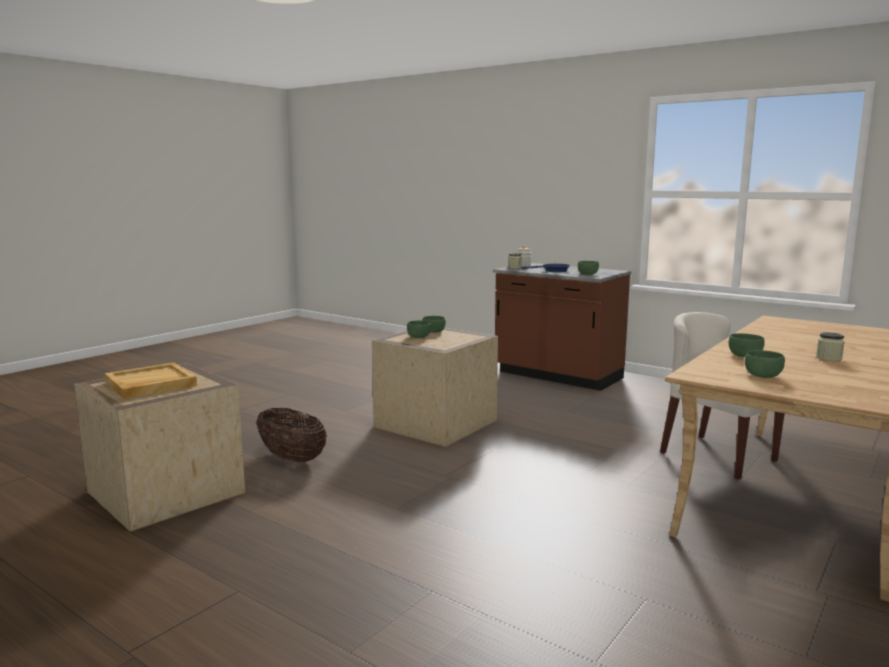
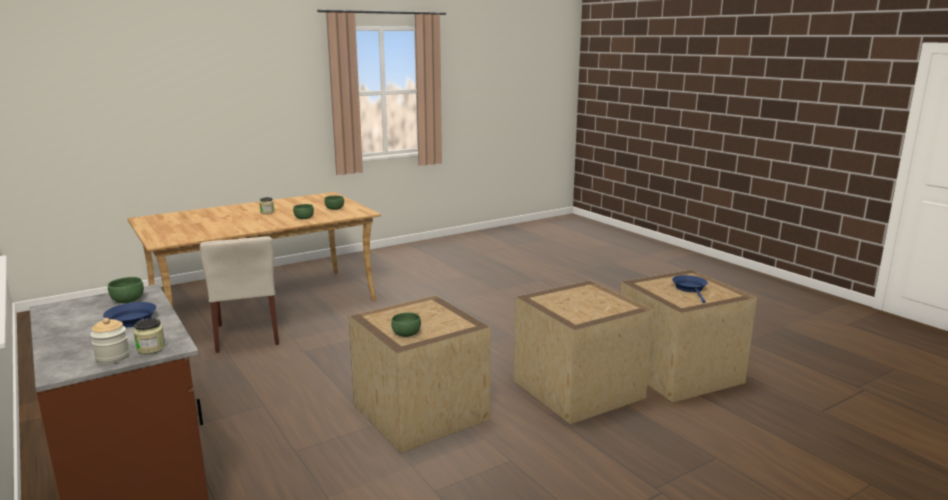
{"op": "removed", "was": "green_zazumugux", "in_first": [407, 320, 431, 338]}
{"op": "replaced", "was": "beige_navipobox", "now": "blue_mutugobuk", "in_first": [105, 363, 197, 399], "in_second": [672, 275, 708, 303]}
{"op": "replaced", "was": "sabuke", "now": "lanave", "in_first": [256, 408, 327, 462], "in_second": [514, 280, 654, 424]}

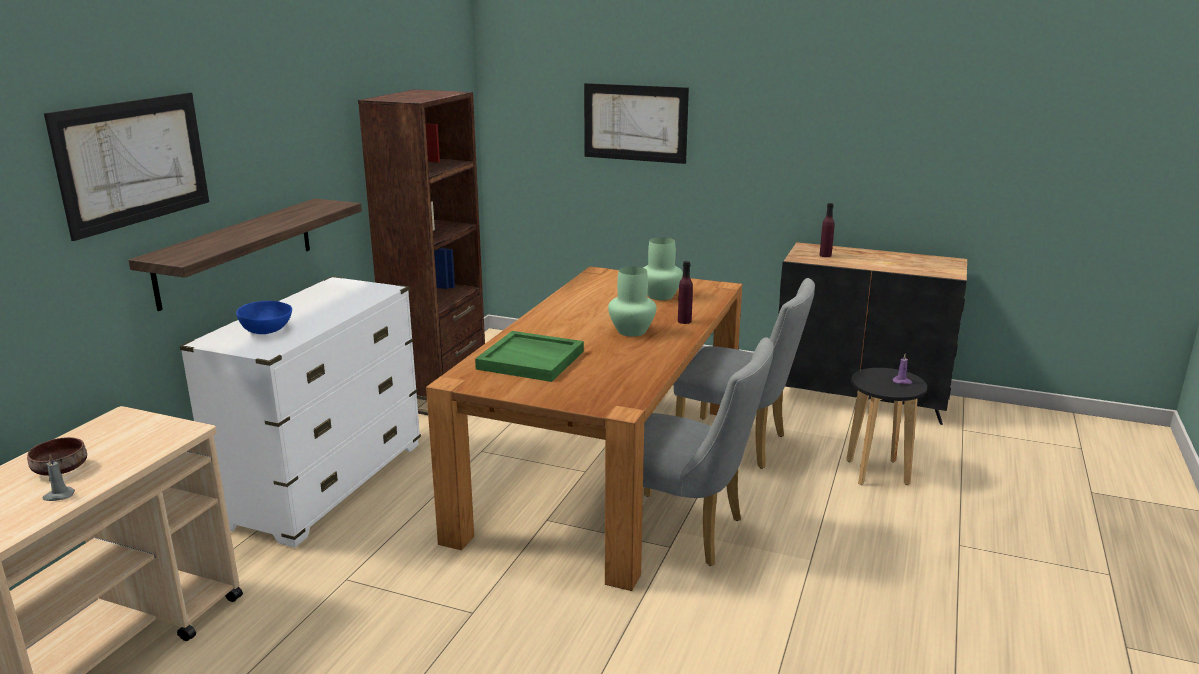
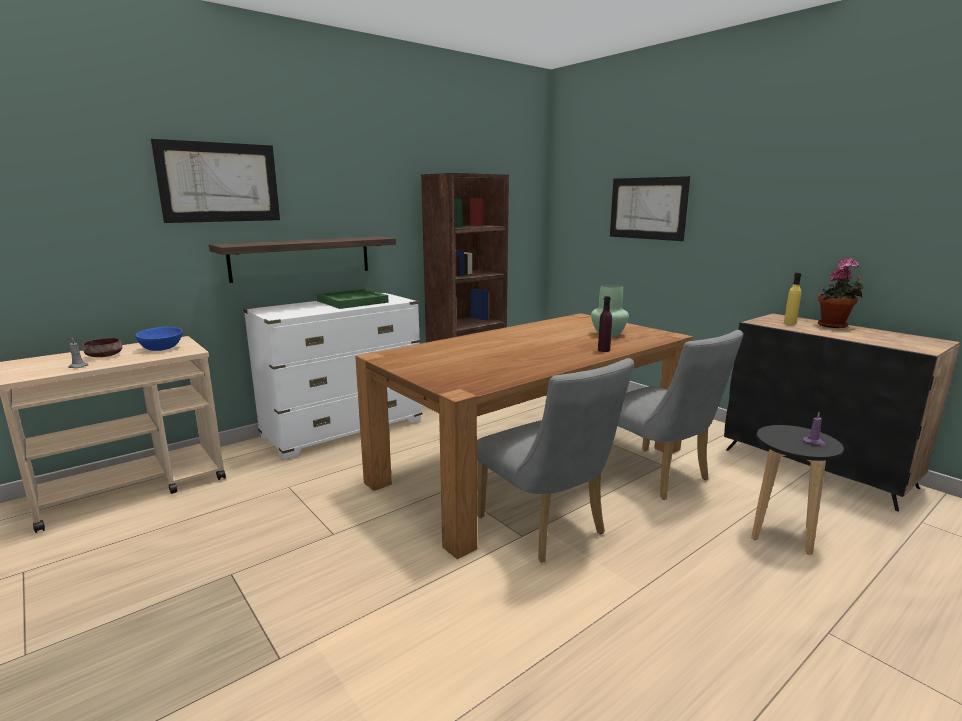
{"op": "removed", "was": "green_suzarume", "in_first": [608, 266, 656, 337]}
{"op": "added", "now": "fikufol", "in_second": [818, 257, 864, 328]}
{"op": "moved", "was": "blue_zazumugux", "in_first": [236, 301, 292, 334], "in_second": [136, 327, 183, 351]}
{"op": "moved", "was": "green_navipobox", "in_first": [475, 331, 584, 382], "in_second": [317, 289, 389, 309]}
{"op": "recoloured", "was": "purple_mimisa", "now": "yellow_mimisa", "in_first": [820, 203, 835, 257], "in_second": [784, 273, 801, 325]}

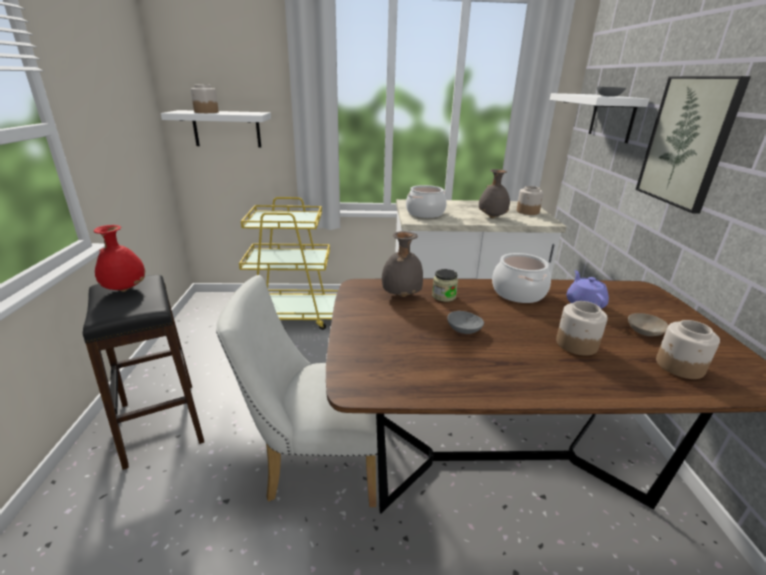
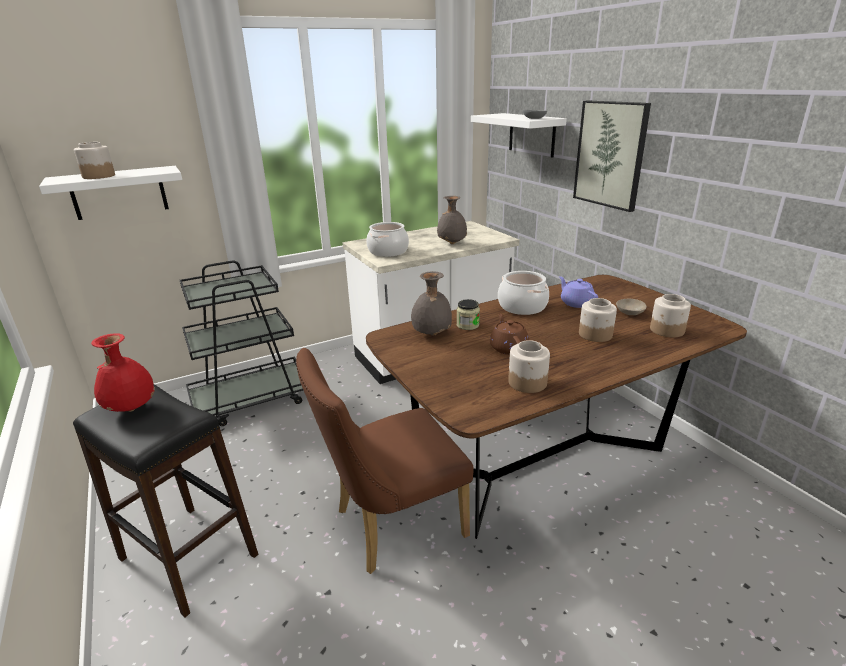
{"op": "moved", "was": "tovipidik", "in_first": [517, 186, 543, 215], "in_second": [508, 340, 550, 393]}
{"op": "replaced", "was": "grey_zazumugux", "now": "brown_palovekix", "in_first": [447, 311, 484, 334], "in_second": [490, 314, 529, 355]}
{"op": "recoloured", "was": "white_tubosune", "now": "brown_tubosune", "in_first": [216, 275, 378, 507], "in_second": [296, 348, 474, 574]}
{"op": "recoloured", "was": "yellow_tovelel", "now": "black_tovelel", "in_first": [239, 197, 338, 330], "in_second": [180, 260, 303, 426]}

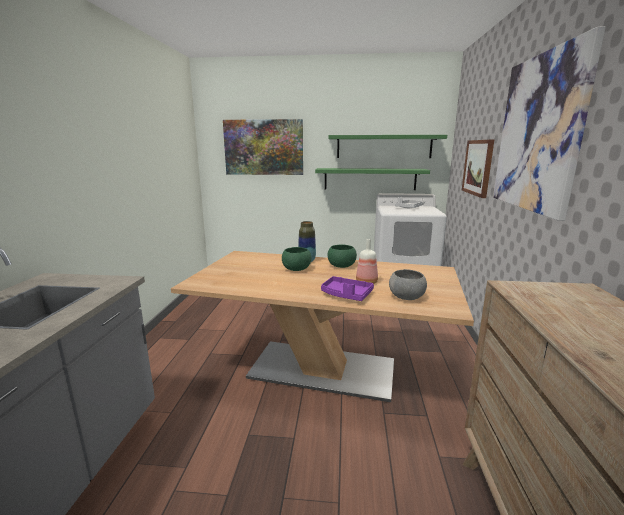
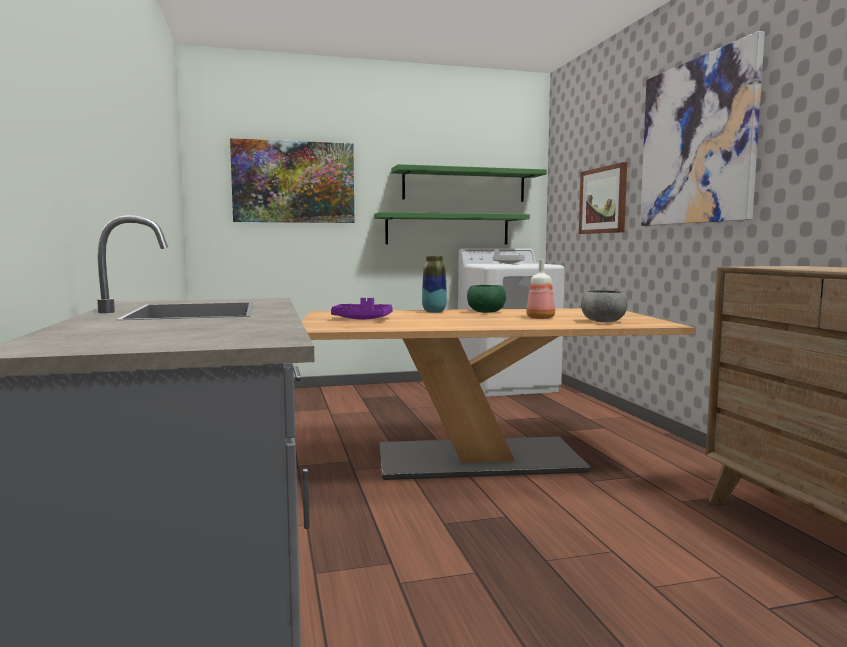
{"op": "removed", "was": "green_zazumugux", "in_first": [282, 247, 312, 271]}
{"op": "moved", "was": "purple_navipobox", "in_first": [321, 276, 374, 301], "in_second": [331, 298, 393, 320]}

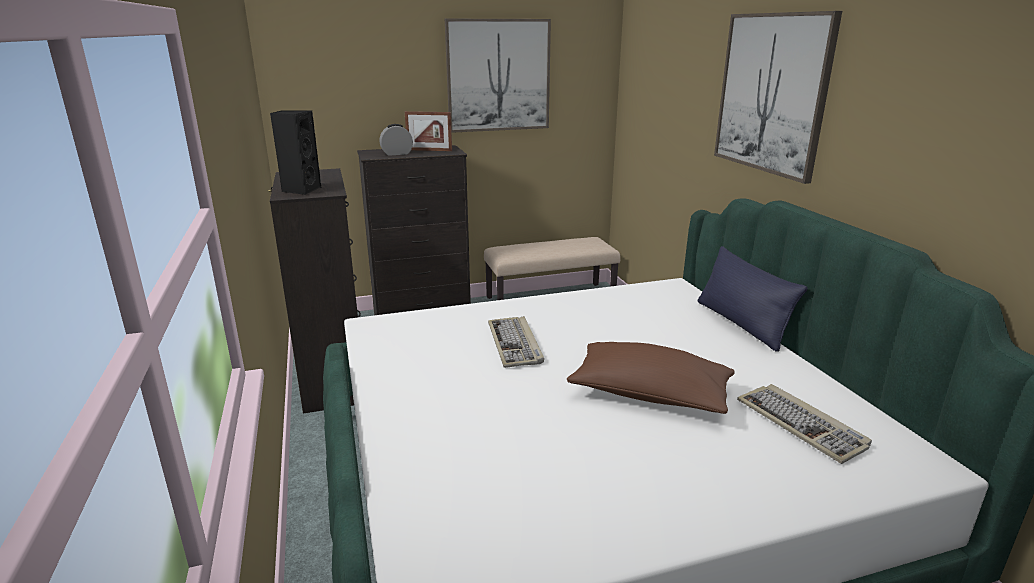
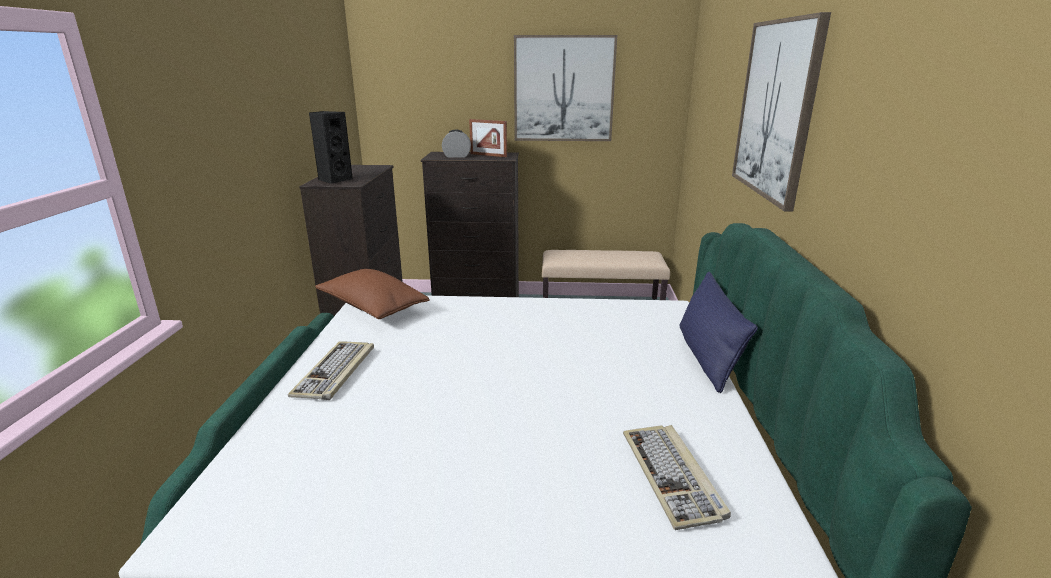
{"op": "moved", "was": "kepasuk", "in_first": [488, 316, 544, 368], "in_second": [288, 341, 374, 400]}
{"op": "moved", "was": "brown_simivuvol", "in_first": [567, 342, 735, 414], "in_second": [315, 269, 430, 319]}

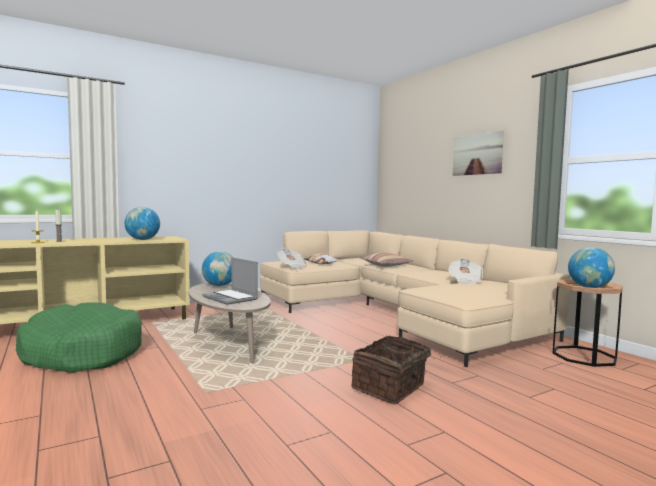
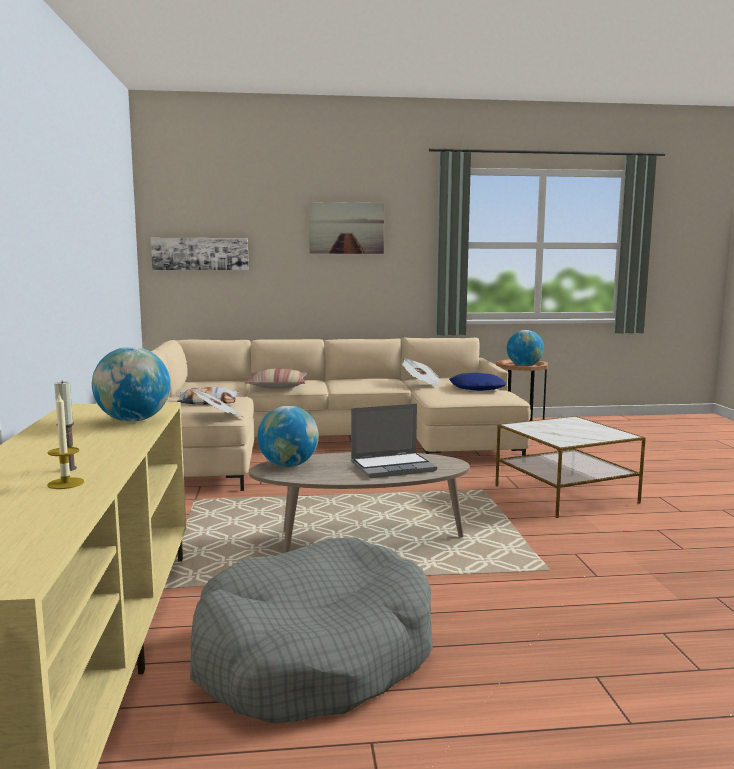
{"op": "added", "now": "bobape", "in_second": [151, 238, 249, 270]}
{"op": "added", "now": "blue_simivuvol", "in_second": [449, 373, 507, 391]}
{"op": "replaced", "was": "sabuke", "now": "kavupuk", "in_first": [351, 336, 441, 405], "in_second": [495, 416, 645, 518]}
{"op": "recoloured", "was": "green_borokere", "now": "grey_borokere", "in_first": [16, 302, 142, 373], "in_second": [190, 537, 433, 723]}

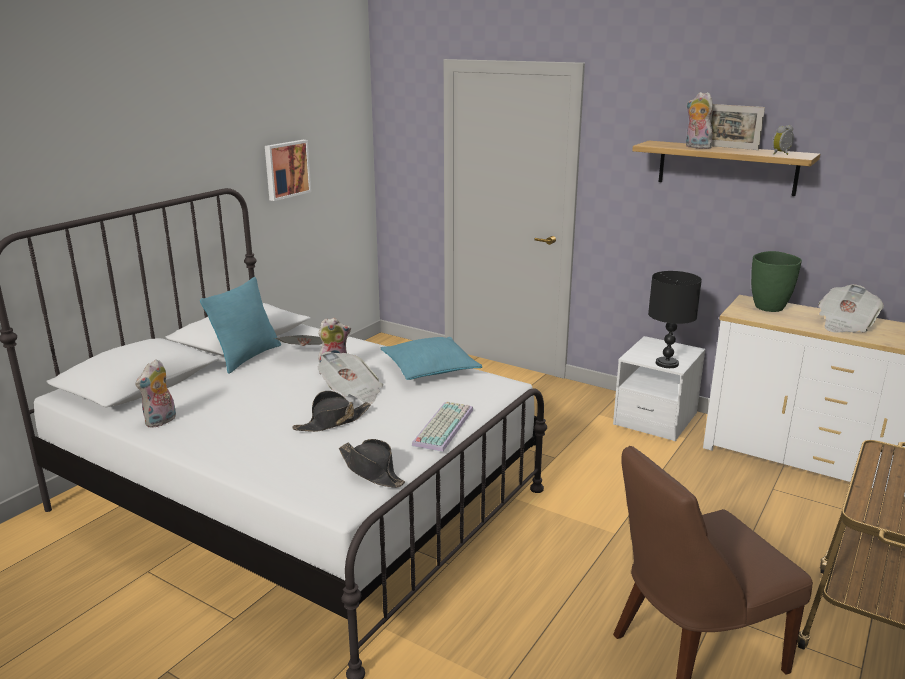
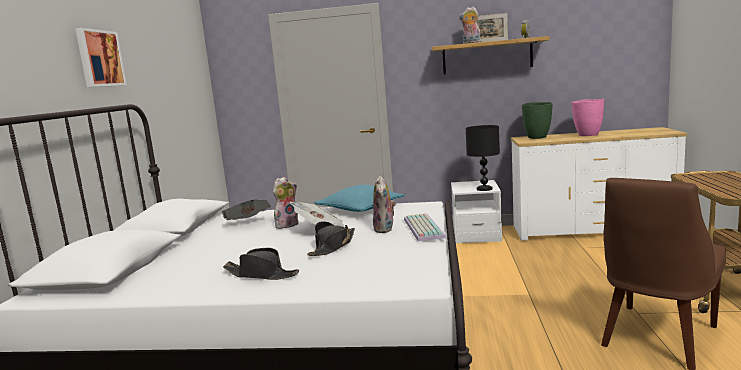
{"op": "removed", "was": "turquoise_simivuvol", "in_first": [200, 277, 281, 374]}
{"op": "moved", "was": "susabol", "in_first": [135, 359, 176, 428], "in_second": [373, 176, 396, 233]}
{"op": "moved", "was": "bobape", "in_first": [265, 140, 311, 201], "in_second": [75, 28, 127, 87]}
{"op": "moved", "was": "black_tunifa", "in_first": [339, 439, 405, 488], "in_second": [223, 248, 299, 280]}
{"op": "replaced", "was": "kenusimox", "now": "pink_suzarume", "in_first": [818, 284, 884, 333], "in_second": [572, 99, 604, 136]}

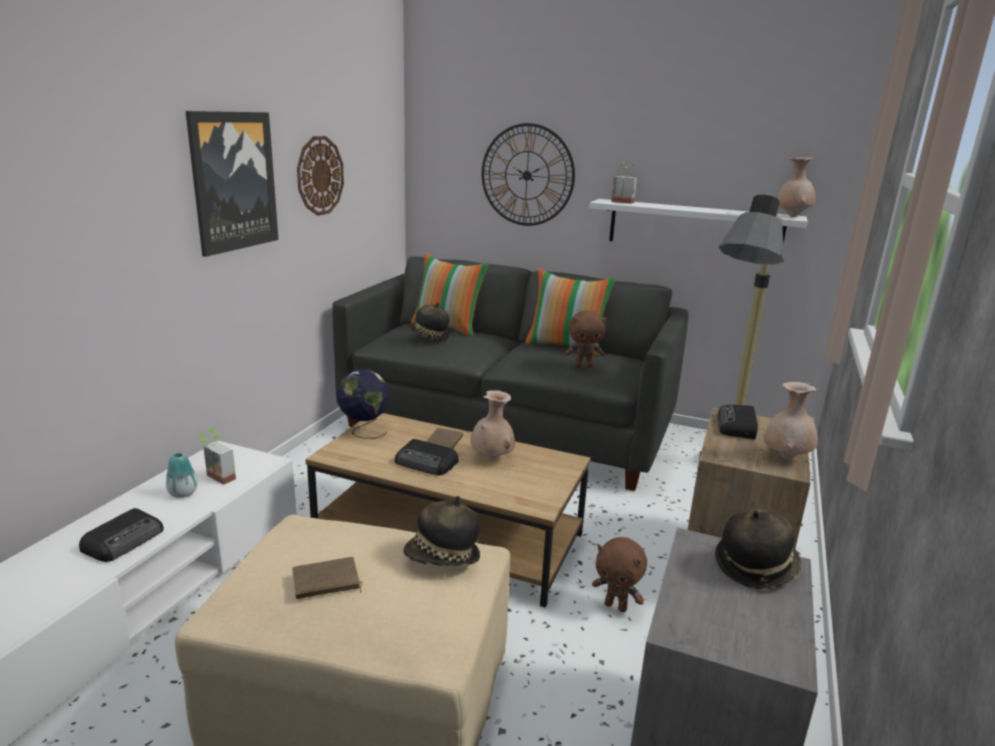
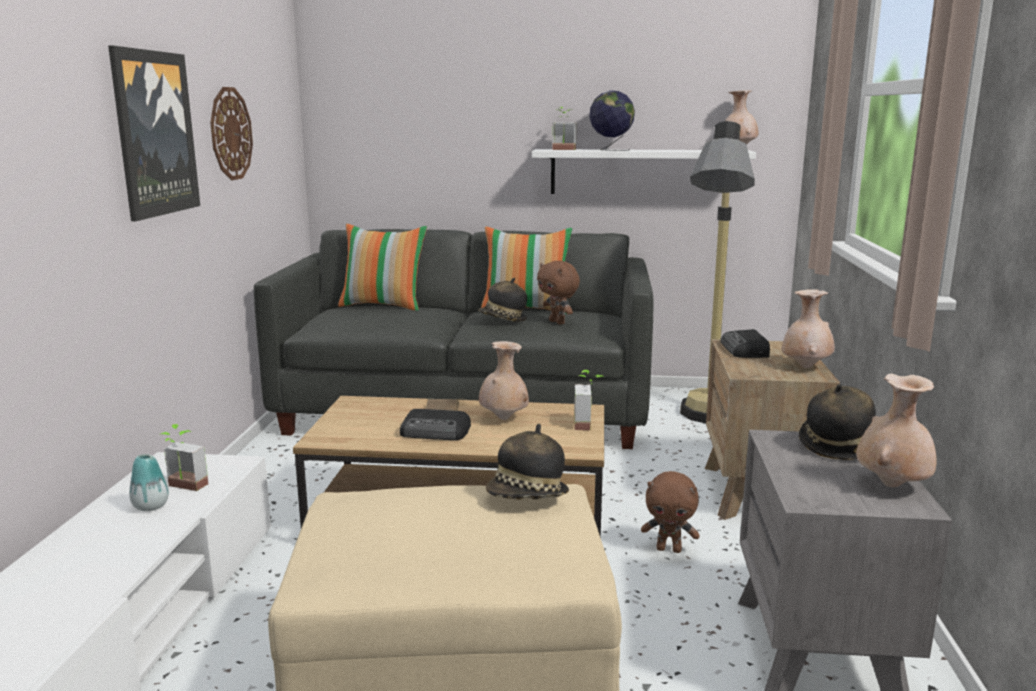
{"op": "removed", "was": "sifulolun", "in_first": [79, 508, 164, 562]}
{"op": "removed", "was": "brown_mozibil", "in_first": [292, 557, 363, 599]}
{"op": "removed", "was": "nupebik", "in_first": [481, 123, 575, 226]}
{"op": "added", "now": "fikufol", "in_second": [574, 370, 605, 430]}
{"op": "added", "now": "beige_suzarume", "in_second": [856, 374, 936, 487]}
{"op": "moved", "was": "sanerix", "in_first": [337, 369, 390, 439], "in_second": [589, 90, 635, 151]}
{"op": "moved", "was": "tunifa", "in_first": [408, 303, 449, 340], "in_second": [478, 278, 527, 321]}
{"op": "turned", "was": "brown_susabol", "in_first": [565, 311, 606, 367], "in_second": [537, 261, 580, 325], "clockwise": 75}

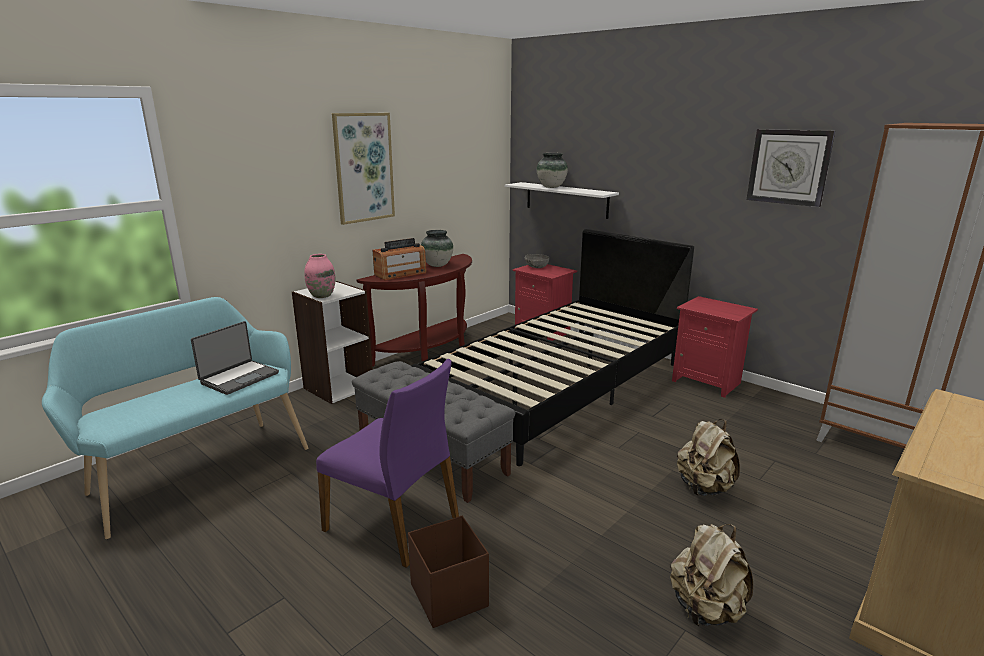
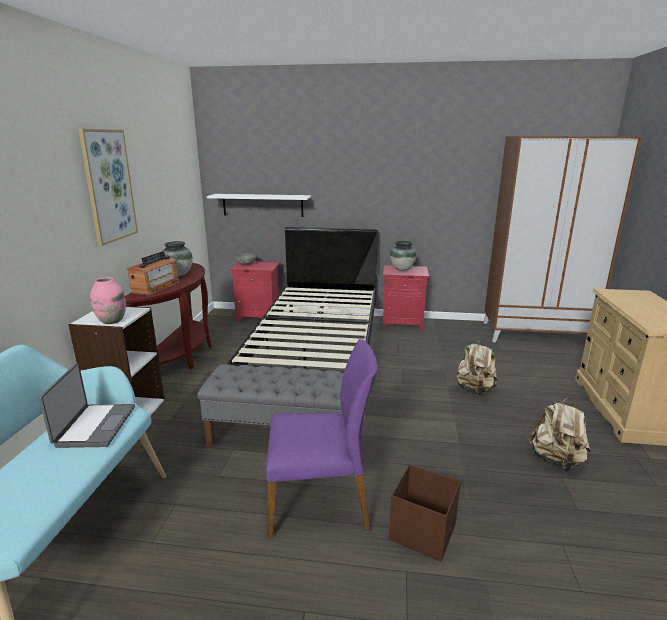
{"op": "removed", "was": "nupebik", "in_first": [747, 129, 835, 207]}
{"op": "moved", "was": "suzarume", "in_first": [537, 153, 568, 188], "in_second": [390, 241, 417, 271]}

